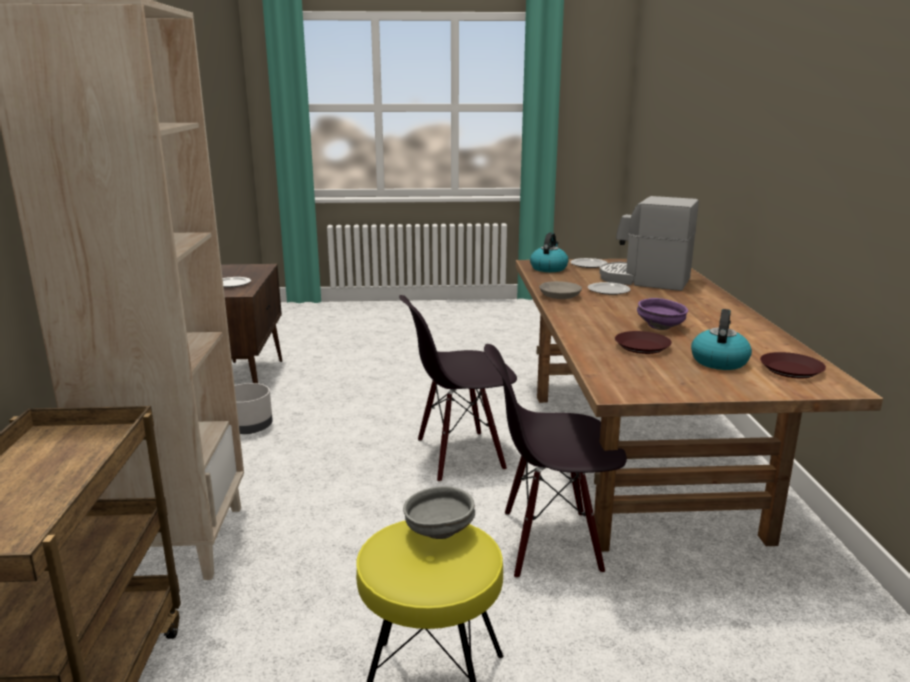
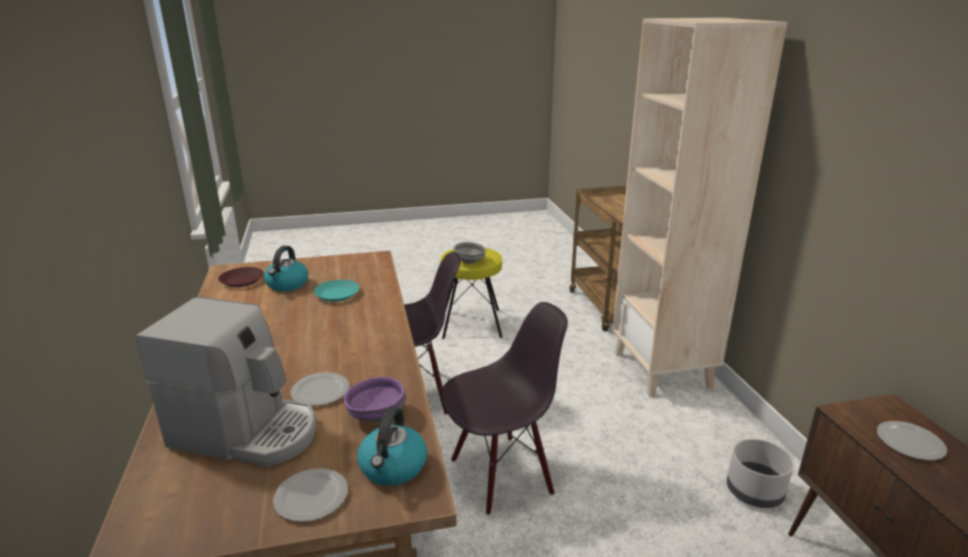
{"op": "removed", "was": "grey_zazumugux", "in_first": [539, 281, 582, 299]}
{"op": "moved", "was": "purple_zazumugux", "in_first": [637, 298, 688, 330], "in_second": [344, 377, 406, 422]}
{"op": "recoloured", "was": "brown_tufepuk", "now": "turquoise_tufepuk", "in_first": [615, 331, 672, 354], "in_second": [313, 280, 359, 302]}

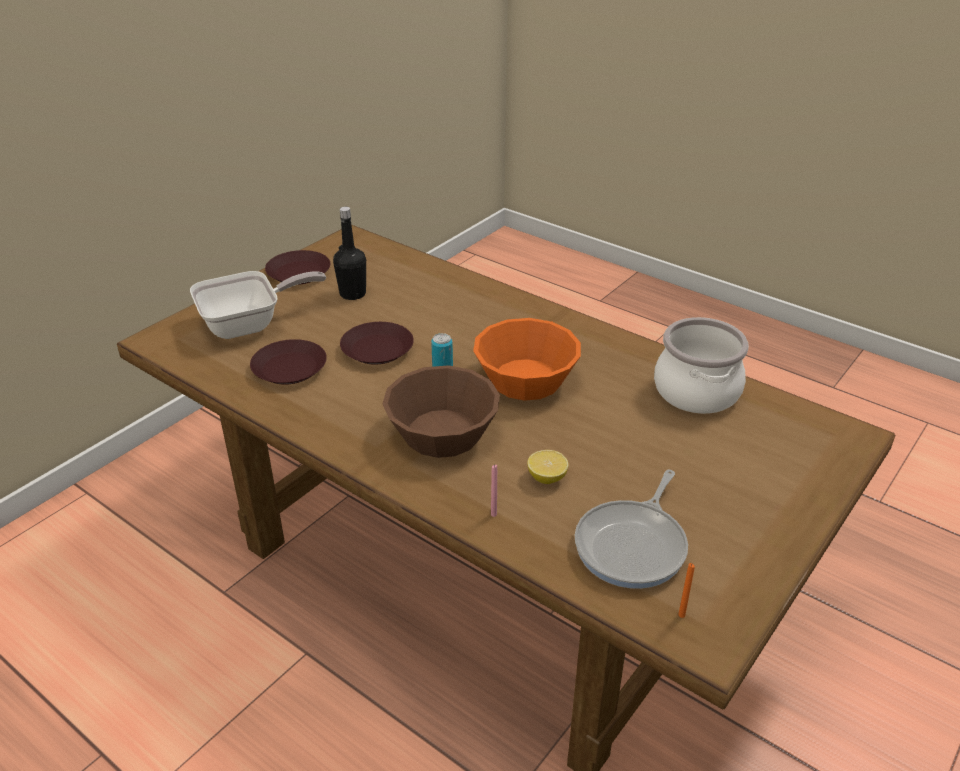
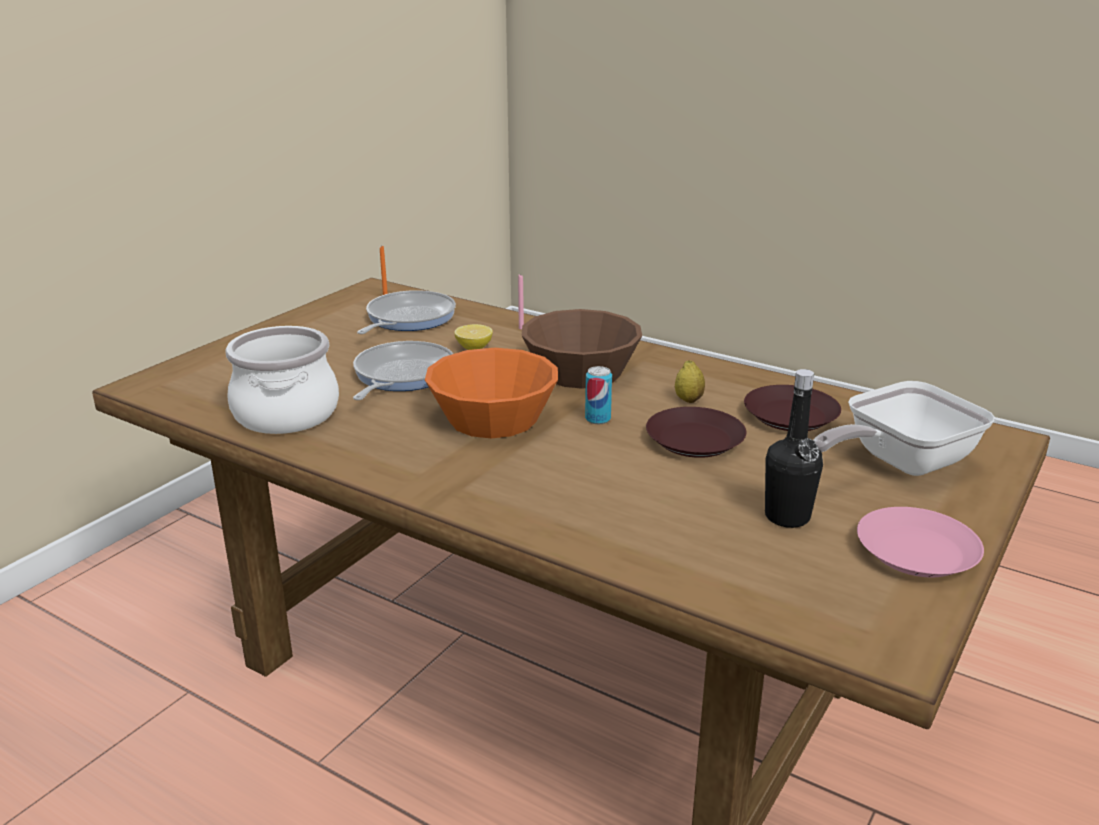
{"op": "added", "now": "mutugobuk", "in_second": [353, 341, 453, 400]}
{"op": "added", "now": "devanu", "in_second": [675, 360, 705, 403]}
{"op": "recoloured", "was": "brown_tufepuk", "now": "pink_tufepuk", "in_first": [265, 250, 330, 285], "in_second": [857, 507, 984, 577]}

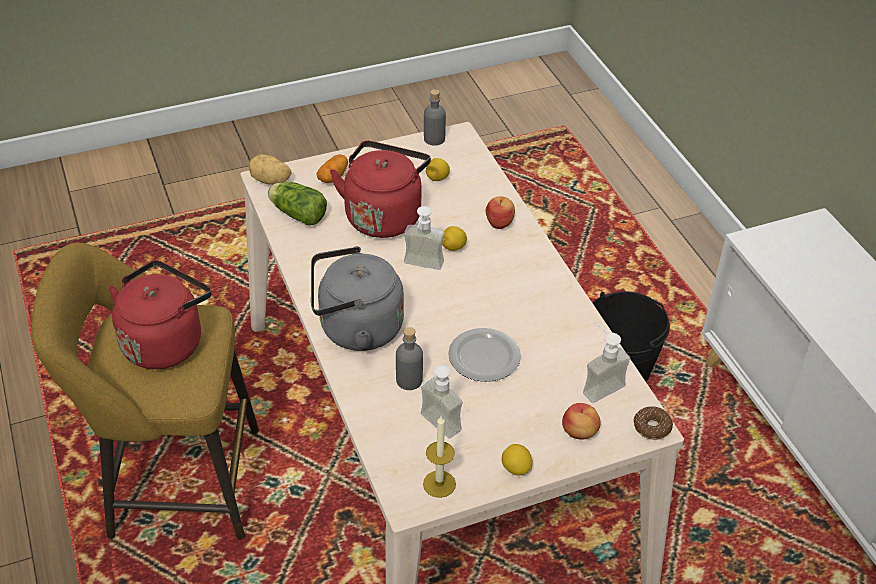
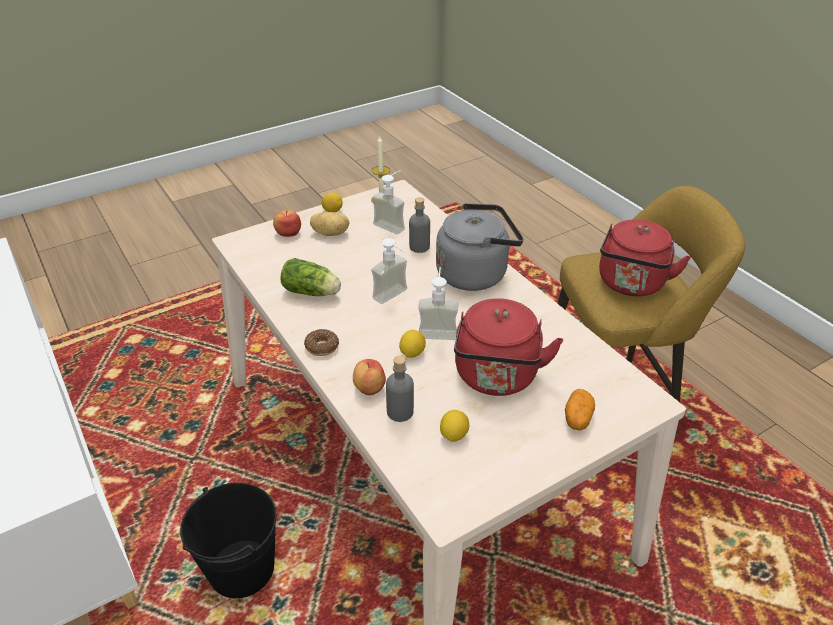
{"op": "removed", "was": "tufepuk", "in_first": [448, 328, 521, 382]}
{"op": "moved", "was": "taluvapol", "in_first": [249, 154, 292, 184], "in_second": [310, 212, 349, 236]}
{"op": "moved", "was": "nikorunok", "in_first": [268, 182, 327, 226], "in_second": [280, 258, 341, 296]}
{"op": "moved", "was": "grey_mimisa", "in_first": [424, 89, 446, 146], "in_second": [386, 356, 414, 422]}
{"op": "moved", "was": "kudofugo", "in_first": [583, 322, 630, 403], "in_second": [371, 238, 407, 304]}
{"op": "moved", "was": "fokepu", "in_first": [634, 406, 673, 440], "in_second": [304, 329, 339, 356]}

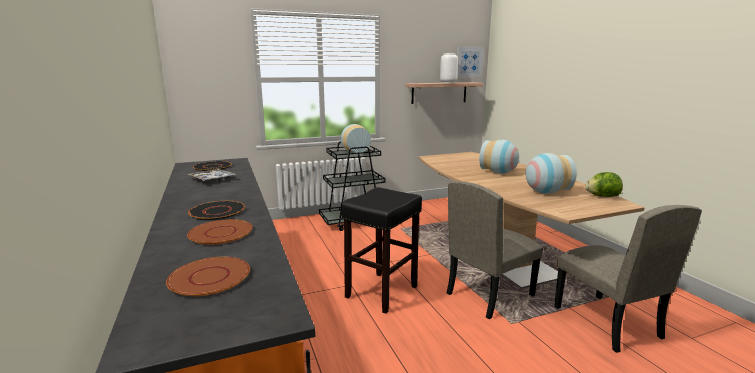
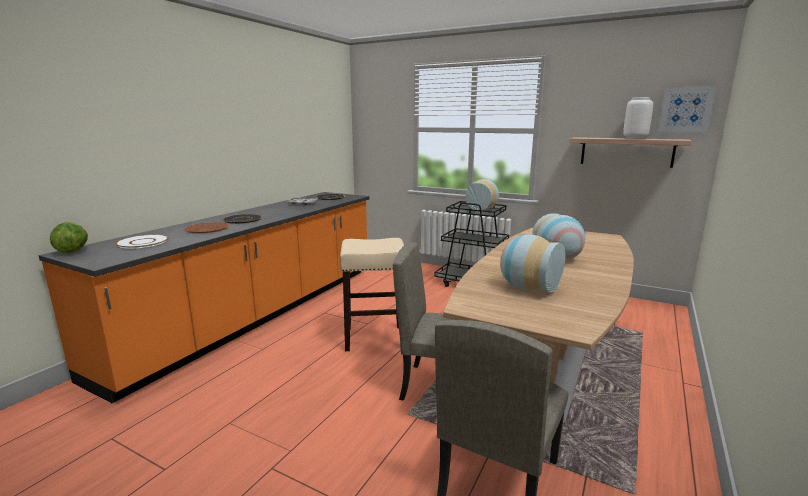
{"op": "moved", "was": "nikorunok", "in_first": [585, 172, 623, 197], "in_second": [50, 222, 88, 253]}
{"op": "recoloured", "was": "brown_tufepuk", "now": "white_tufepuk", "in_first": [166, 257, 250, 297], "in_second": [115, 235, 168, 249]}
{"op": "recoloured", "was": "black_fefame", "now": "beige_fefame", "in_first": [341, 187, 422, 314], "in_second": [340, 238, 404, 351]}

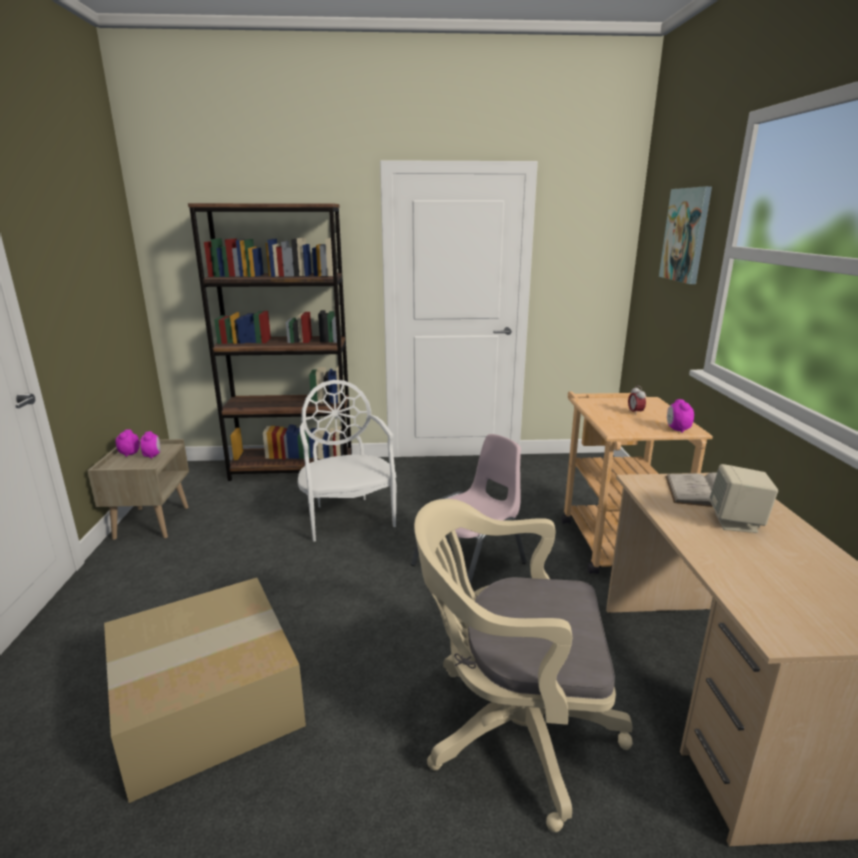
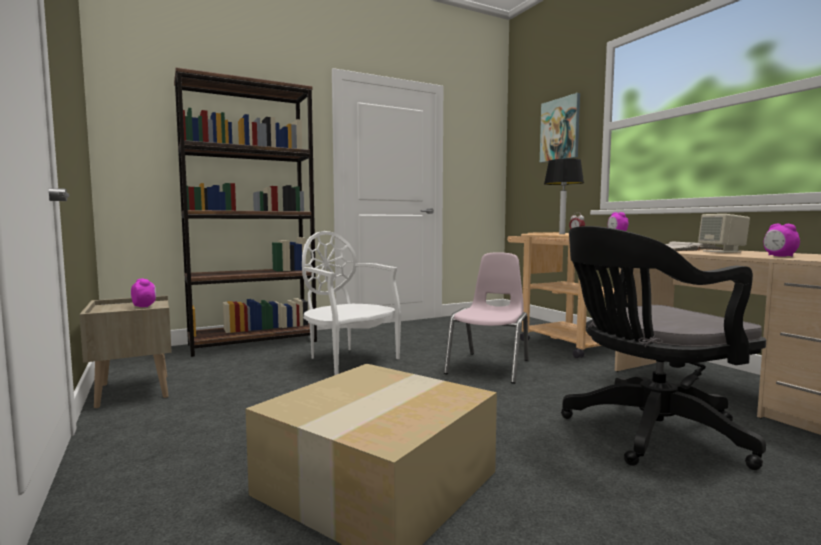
{"op": "added", "now": "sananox", "in_second": [544, 158, 584, 234]}
{"op": "moved", "was": "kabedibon", "in_first": [116, 430, 139, 457], "in_second": [764, 224, 800, 257]}
{"op": "recoloured", "was": "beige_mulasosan", "now": "black_mulasosan", "in_first": [414, 499, 633, 832], "in_second": [561, 226, 766, 470]}

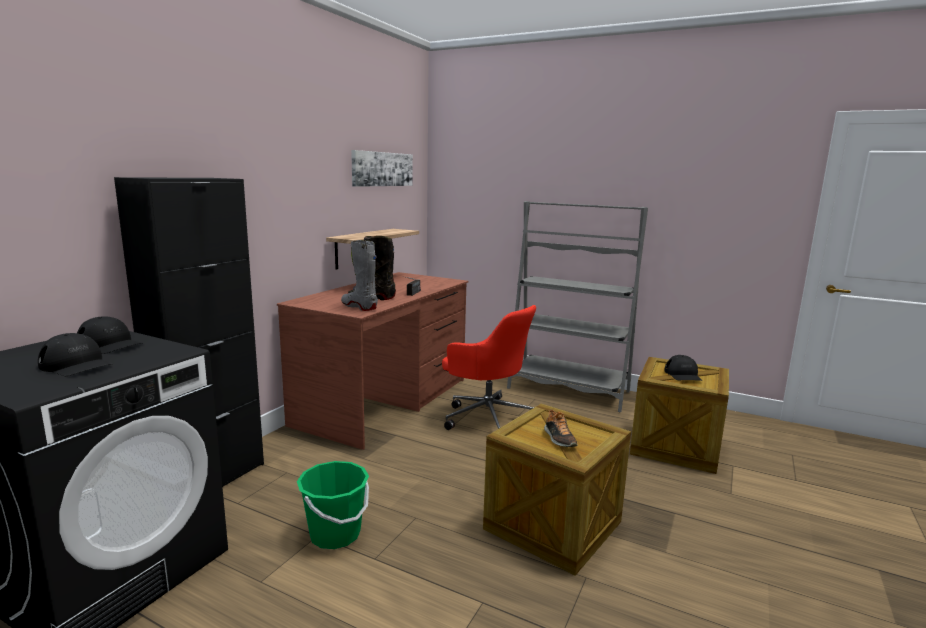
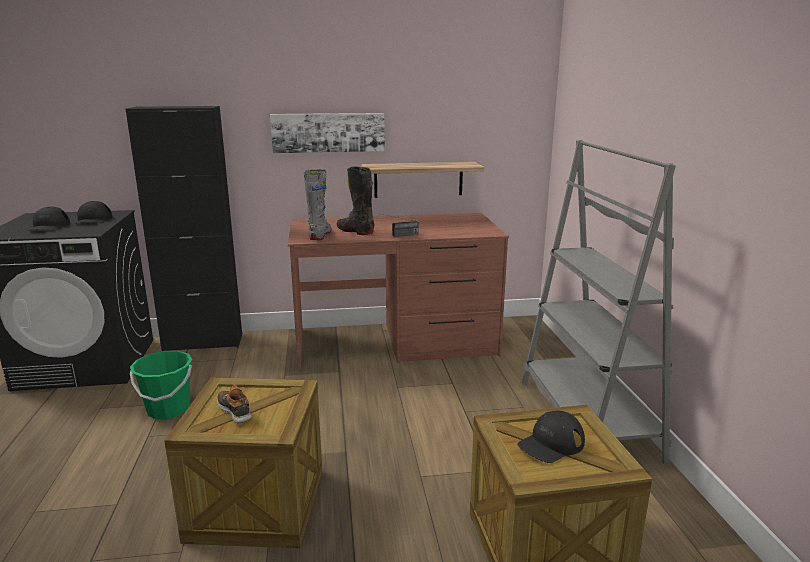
{"op": "removed", "was": "red_mulasosan", "in_first": [442, 305, 536, 430]}
{"op": "moved", "was": "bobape", "in_first": [351, 150, 413, 187], "in_second": [270, 113, 385, 153]}
{"op": "turned", "was": "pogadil", "in_first": [544, 409, 578, 447], "in_second": [217, 385, 252, 423], "clockwise": 105}

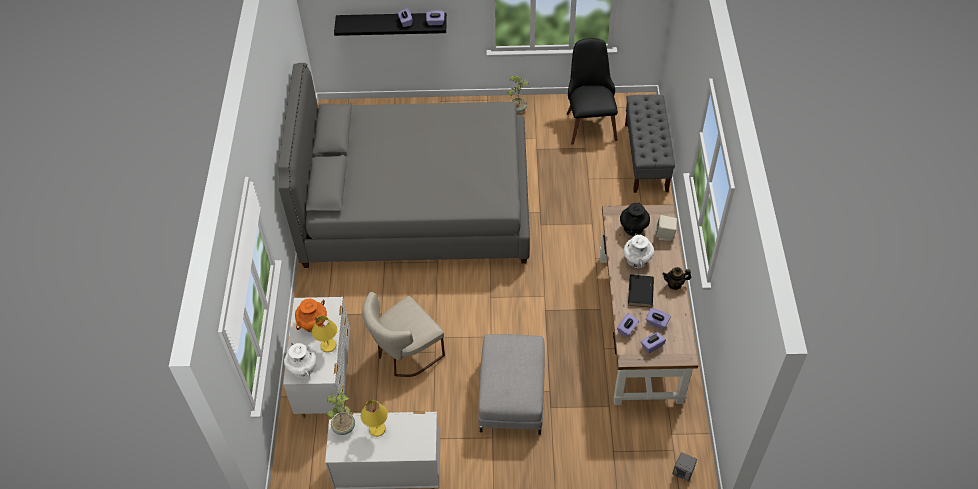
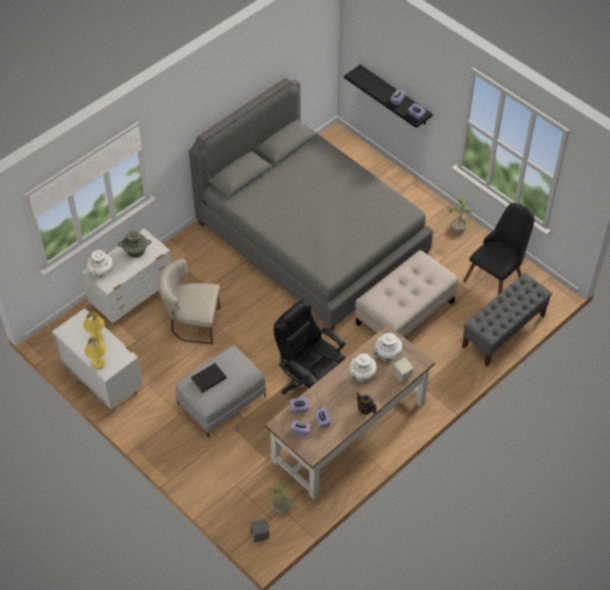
{"op": "added", "now": "black_mulasosan", "in_second": [274, 299, 345, 395]}
{"op": "added", "now": "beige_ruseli", "in_second": [355, 250, 459, 338]}
{"op": "moved", "was": "yellow_sananox", "in_first": [312, 316, 337, 353], "in_second": [85, 337, 106, 369]}
{"op": "moved", "was": "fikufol", "in_first": [326, 387, 355, 435], "in_second": [268, 478, 294, 513]}
{"op": "moved", "was": "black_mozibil", "in_first": [628, 274, 654, 308], "in_second": [191, 363, 227, 393]}
{"op": "recoloured", "was": "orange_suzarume", "now": "turquoise_suzarume", "in_first": [295, 299, 327, 332], "in_second": [118, 230, 151, 258]}
{"op": "recoloured", "was": "black_suzarume", "now": "white_suzarume", "in_first": [620, 202, 650, 236], "in_second": [373, 333, 404, 362]}

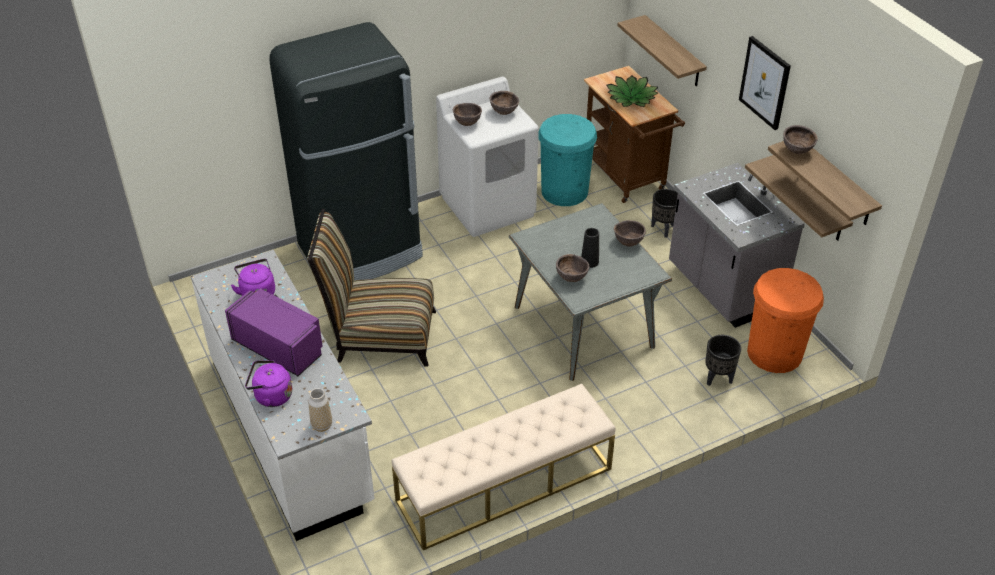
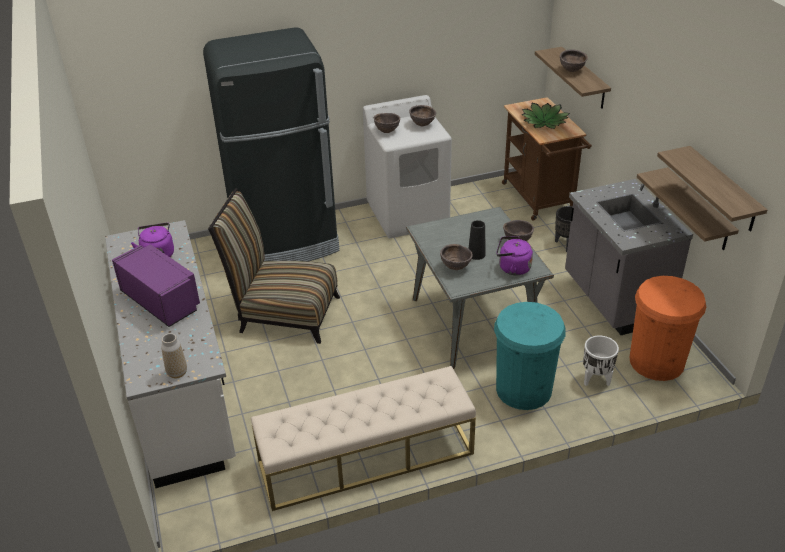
{"op": "removed", "was": "bobape", "in_first": [739, 36, 791, 130]}
{"op": "moved", "was": "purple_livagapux", "in_first": [245, 360, 292, 407], "in_second": [496, 236, 533, 275]}
{"op": "moved", "was": "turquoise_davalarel", "in_first": [538, 114, 597, 206], "in_second": [494, 302, 566, 410]}
{"op": "moved", "was": "brown_zazumugux", "in_first": [783, 125, 818, 154], "in_second": [560, 49, 588, 72]}
{"op": "recoloured", "was": "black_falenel", "now": "white_falenel", "in_first": [705, 335, 741, 386], "in_second": [583, 336, 619, 386]}

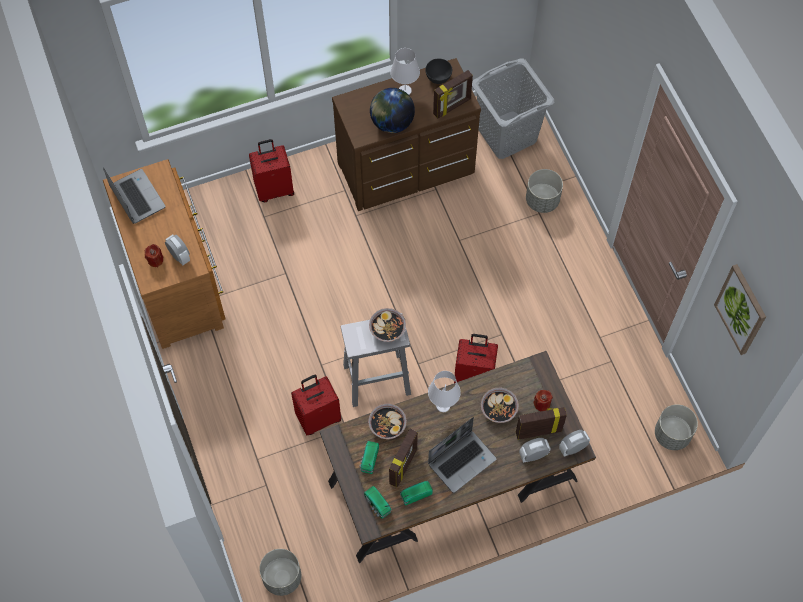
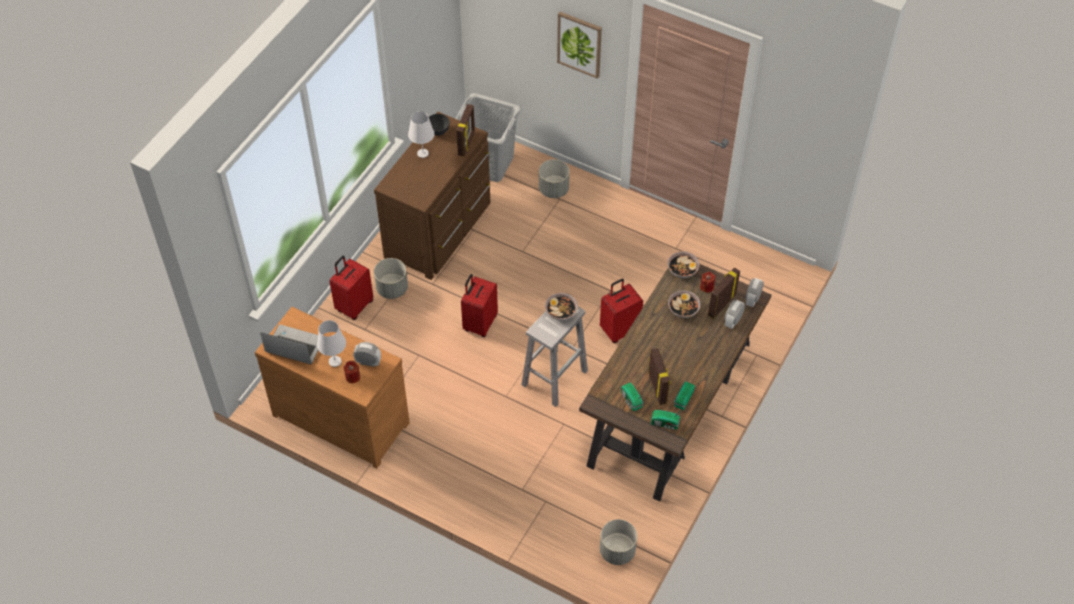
{"op": "removed", "was": "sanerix", "in_first": [370, 88, 415, 133]}
{"op": "removed", "was": "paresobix", "in_first": [428, 417, 496, 493]}
{"op": "moved", "was": "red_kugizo", "in_first": [291, 375, 341, 435], "in_second": [461, 274, 498, 337]}
{"op": "moved", "was": "zazumugux", "in_first": [368, 403, 407, 439], "in_second": [667, 251, 699, 278]}
{"op": "moved", "was": "white_sananox", "in_first": [428, 371, 461, 412], "in_second": [317, 320, 346, 367]}
{"op": "moved", "was": "grey_falenel", "in_first": [655, 404, 698, 450], "in_second": [374, 258, 408, 299]}
{"op": "moved", "was": "bobape", "in_first": [714, 264, 766, 355], "in_second": [557, 12, 602, 79]}

